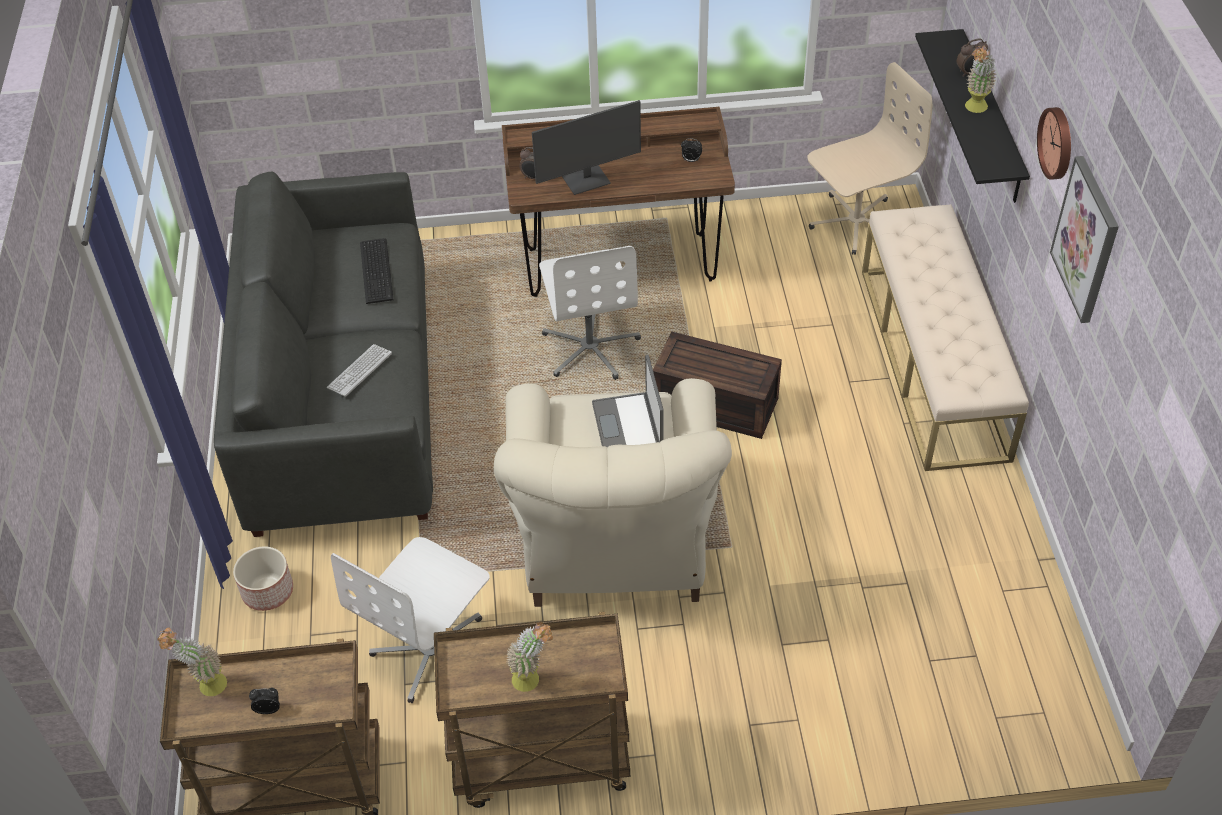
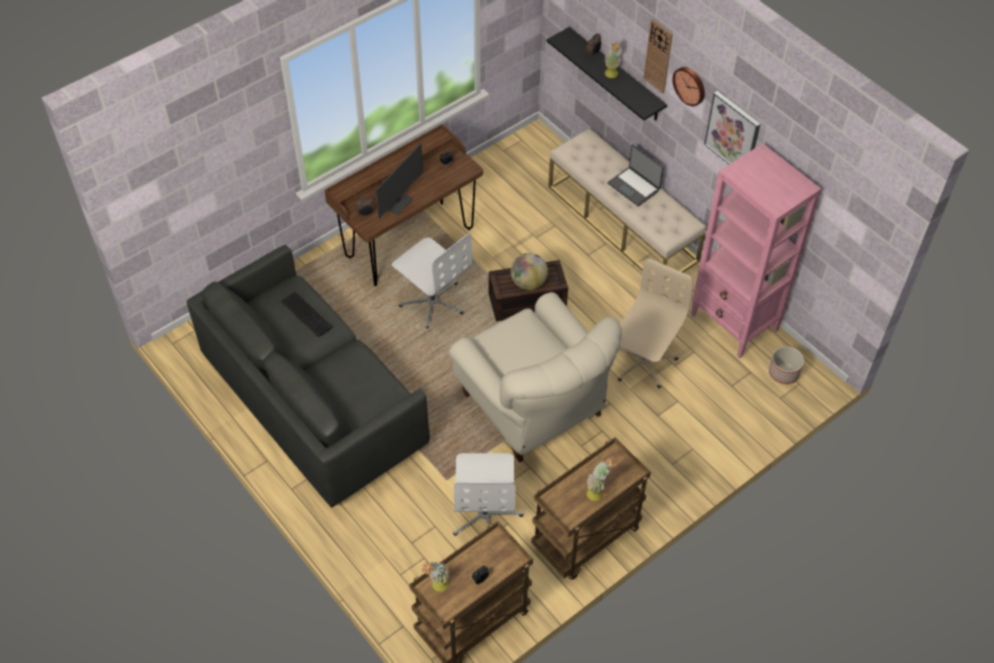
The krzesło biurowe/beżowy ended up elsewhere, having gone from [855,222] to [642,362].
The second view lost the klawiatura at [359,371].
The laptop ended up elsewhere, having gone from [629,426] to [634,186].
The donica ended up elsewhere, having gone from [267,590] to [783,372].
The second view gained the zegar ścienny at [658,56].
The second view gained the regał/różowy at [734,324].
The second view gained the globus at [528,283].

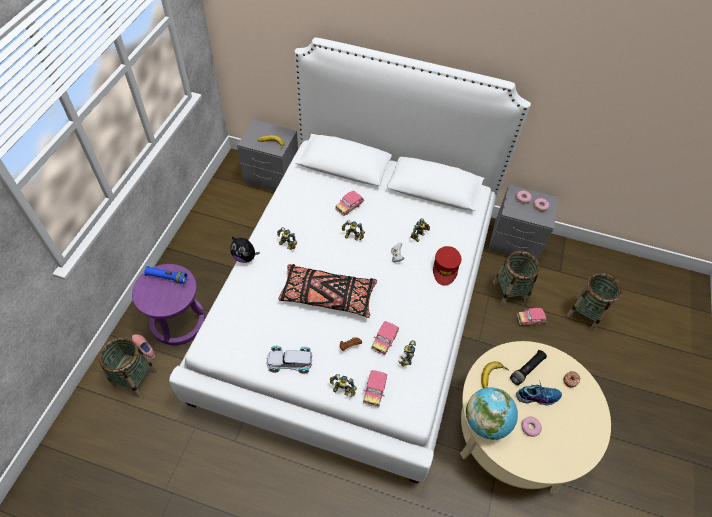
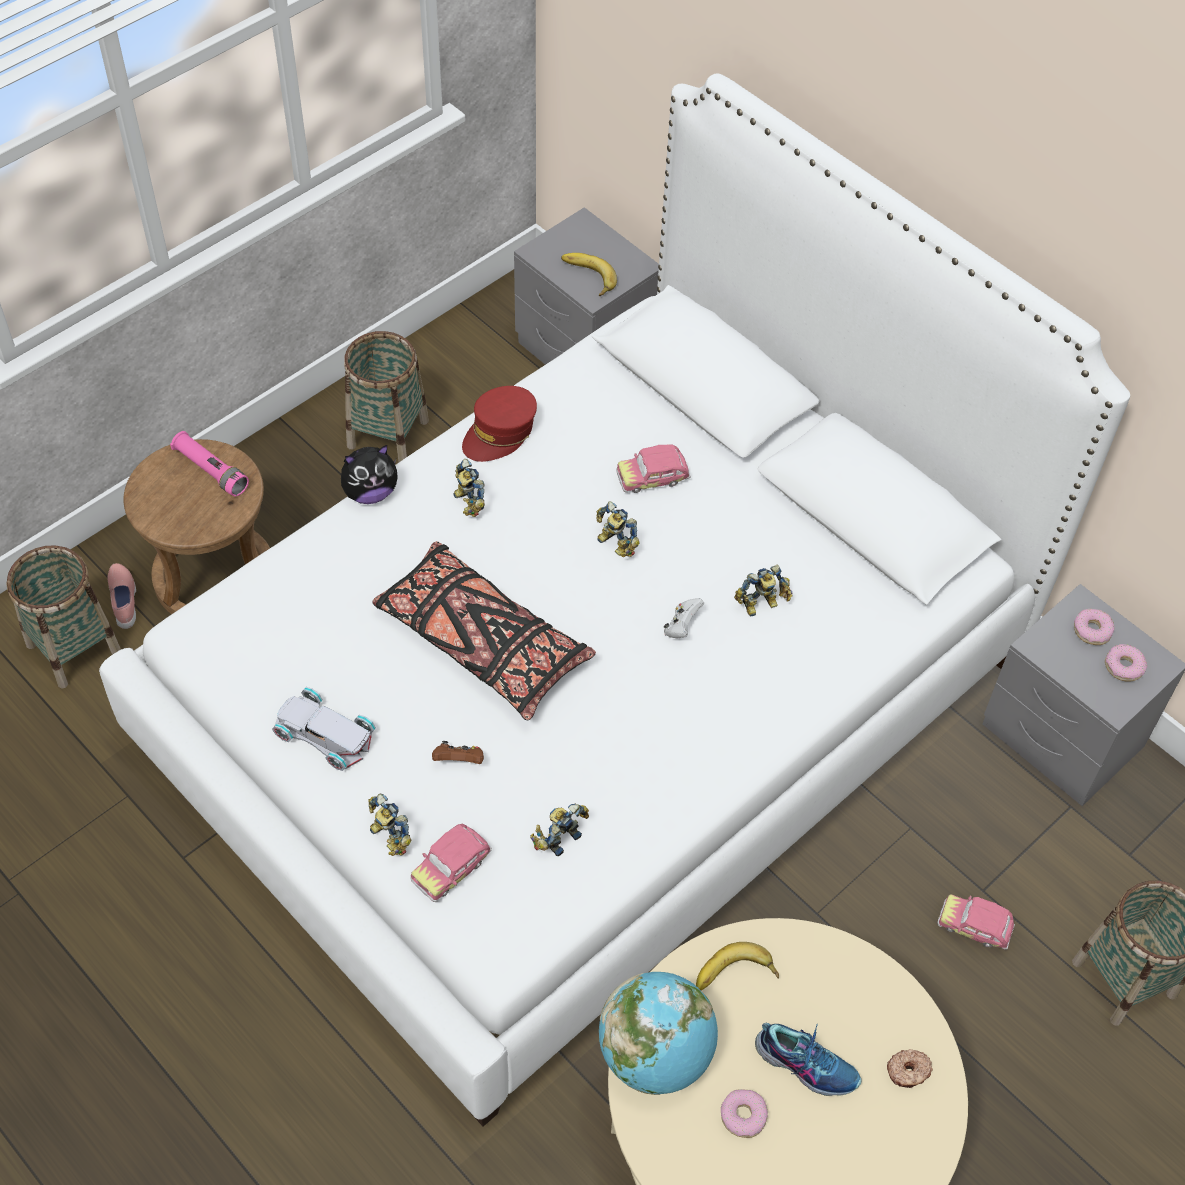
The pluszak at [245,257] ended up facing another way, 75 degrees counterclockwise from before.
The czapka z daszkiem/czerwony ended up elsewhere, having gone from [445,268] to [500,433].
The koszyk ended up elsewhere, having gone from [510,292] to [388,434].
What was the stołek/fioletowy at [178,322] turned into the stołek/brązowy at [214,578].
What was the latarka/niebieski at [167,277] turned into the latarka/różowy at [211,471].
The second view lost the samochodzik at [385,340].
The second view lost the latarka/czarny at [527,369].

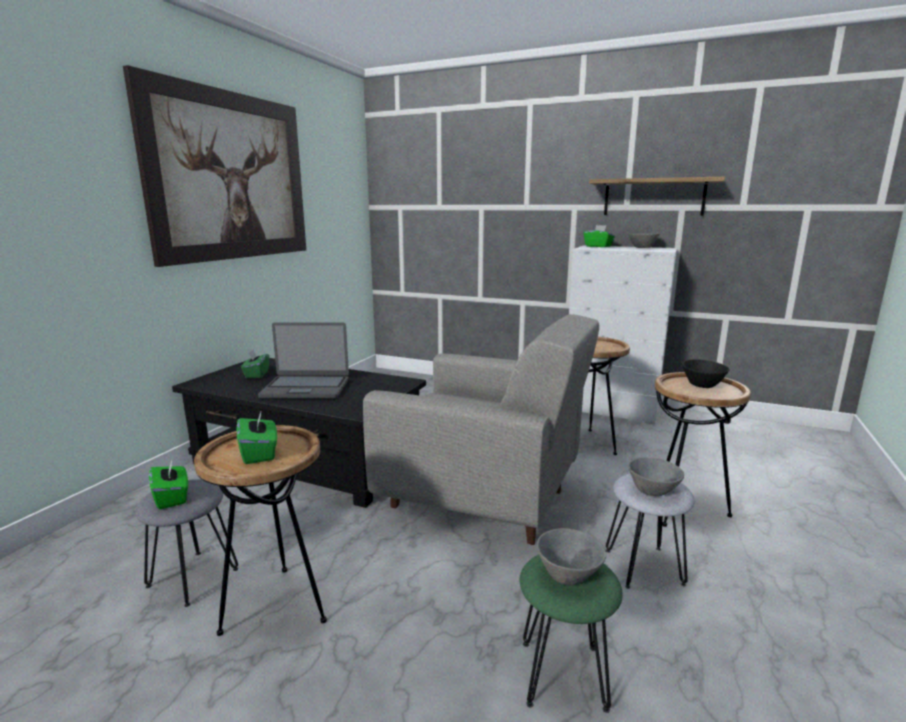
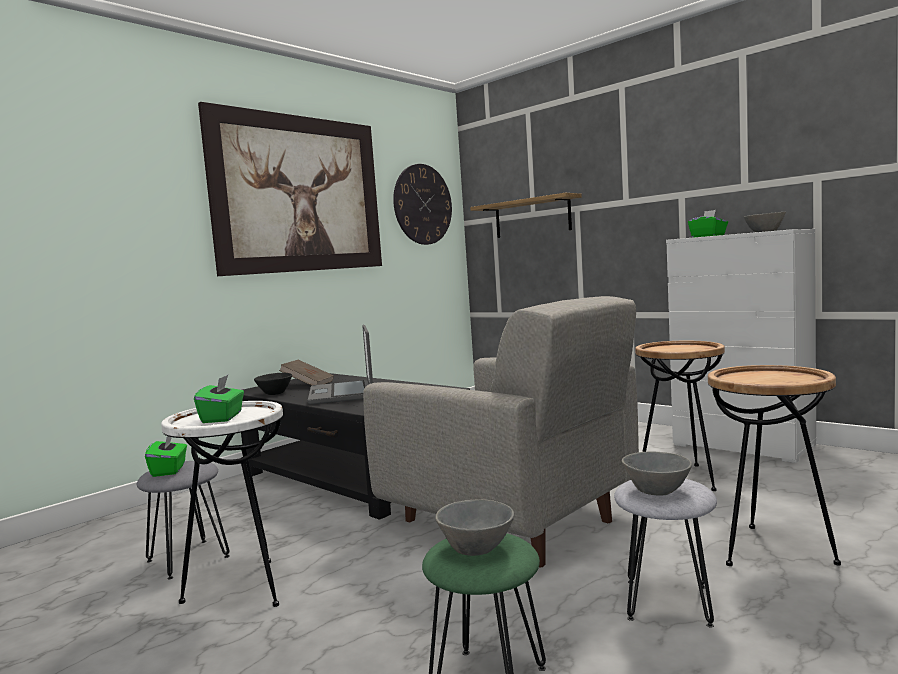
The półka ended up elsewhere, having gone from [653,197] to [532,217].
The laptop at [306,388] ended up facing another way, 60 degrees clockwise from before.
Where the pudełko chusteczek/zielony stood at [256,374], the książka/brązowy came to stand at [308,384].
The miska/czarny ended up elsewhere, having gone from [701,385] to [273,393].
What was the stolik/brązowy at [277,606] turned into the stolik/biały at [243,588].
The second view gained the zegar ścienny at [423,204].

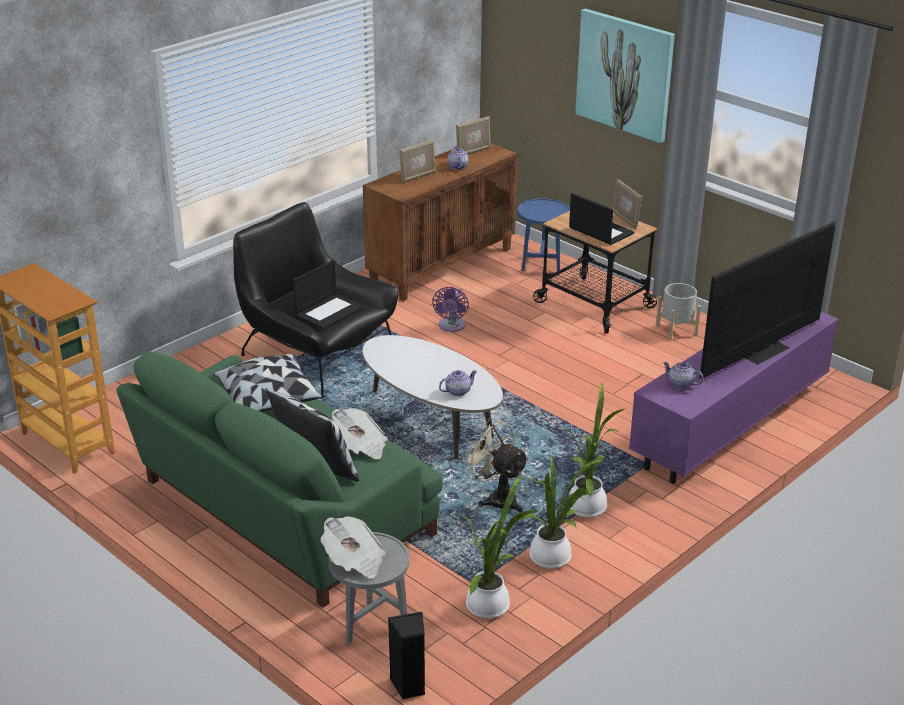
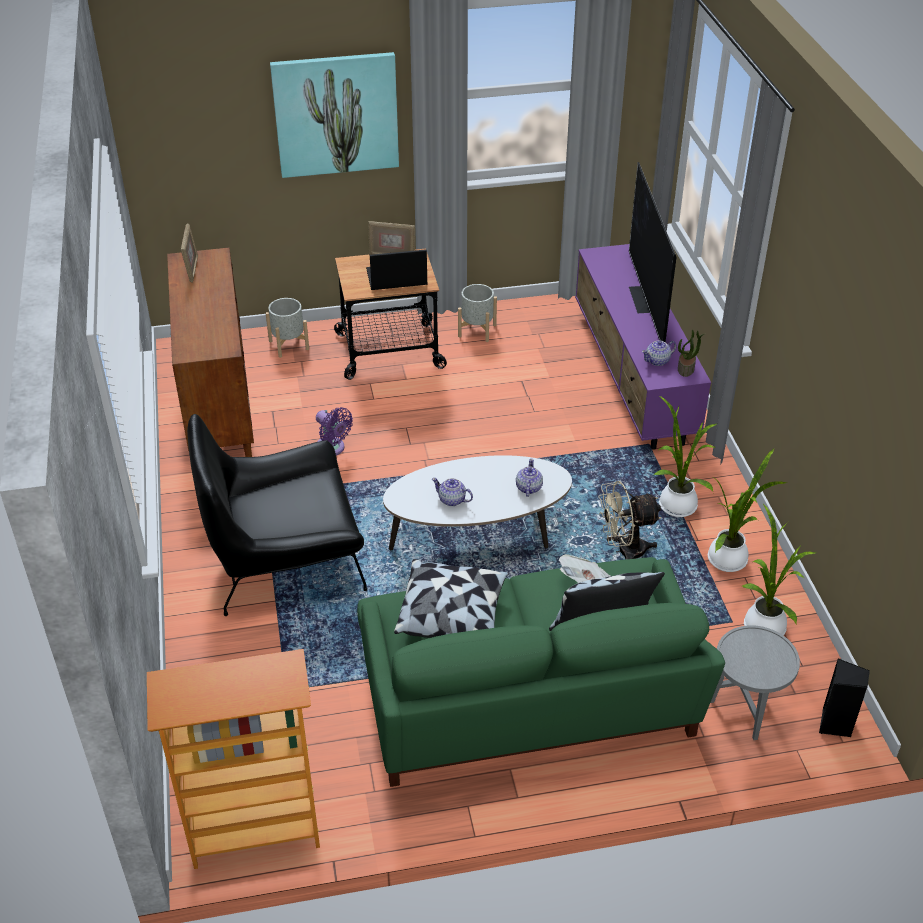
The second view lost the ramka na zdjęcie at [417,177].
The imbryk ended up elsewhere, having gone from [457,167] to [452,500].
Where the stolik/niebieski stood at [541,264], the donica/szary came to stand at [288,345].
The second view lost the laptop at [329,311].
The second view lost the gazeta at [354,560].
The second view gained the roślina doniczkowa at [686,369].

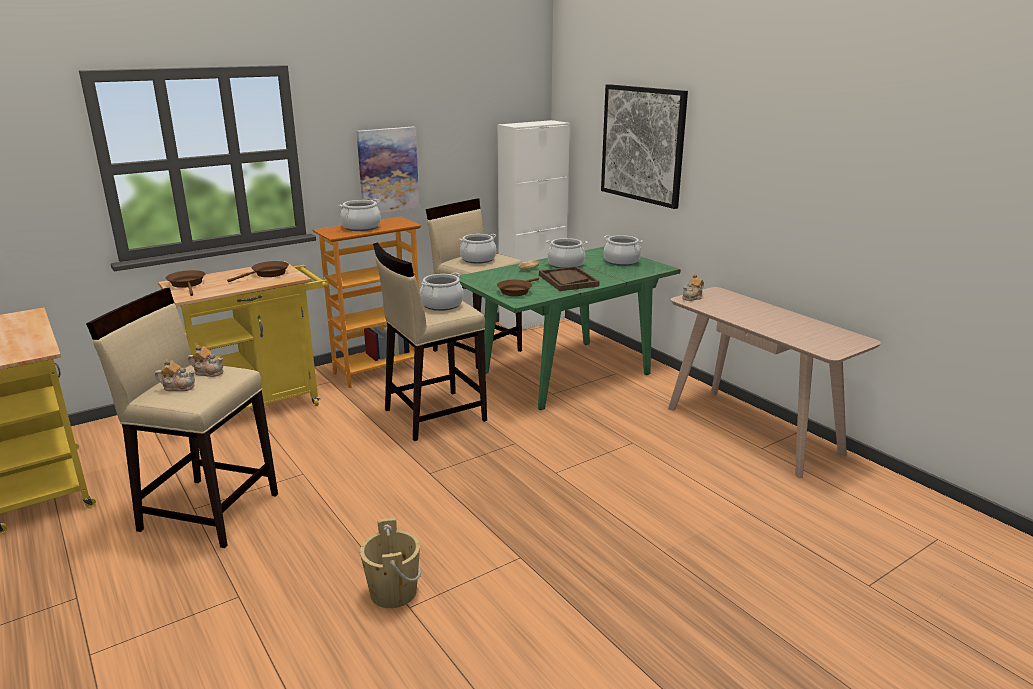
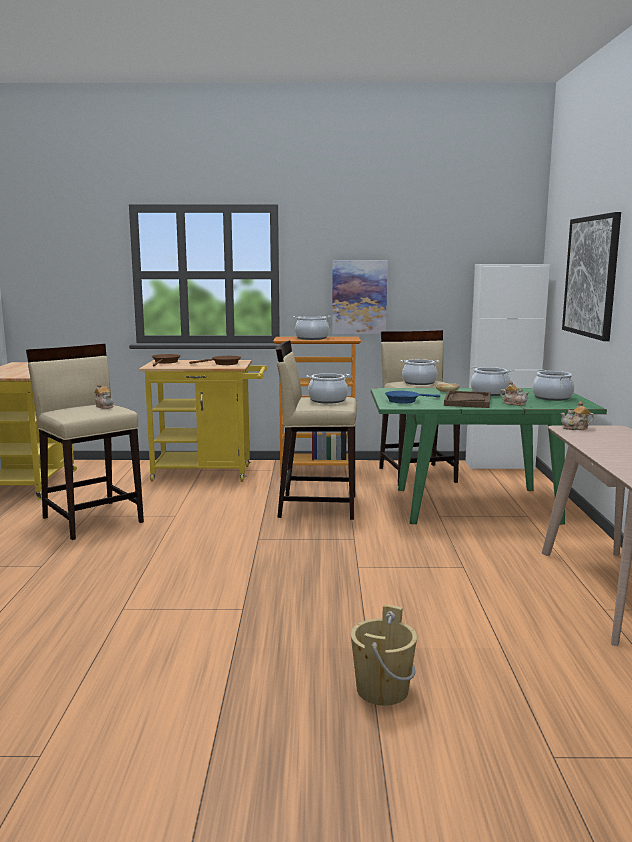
What was the patelnia/brązowy at [516,291] turned into the patelnia/niebieski at [405,400].
The imbryk ended up elsewhere, having gone from [178,387] to [514,404].
The wiadro/beżowy ended up elsewhere, having gone from [393,592] to [382,690].

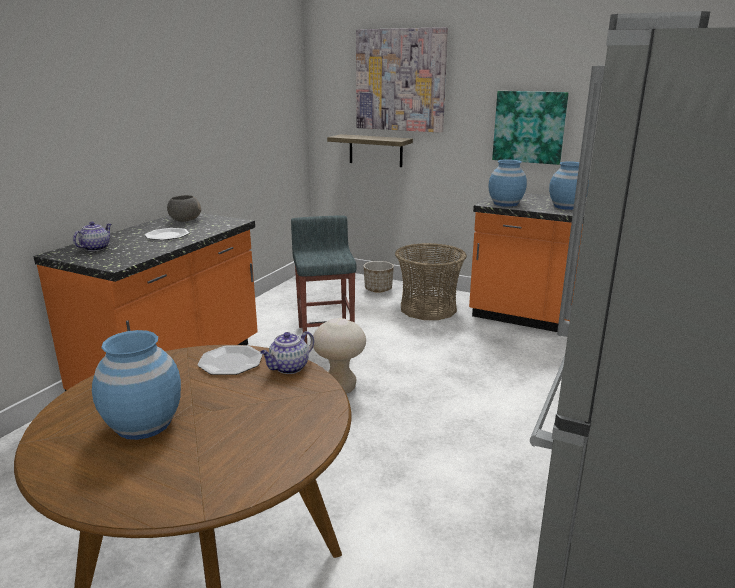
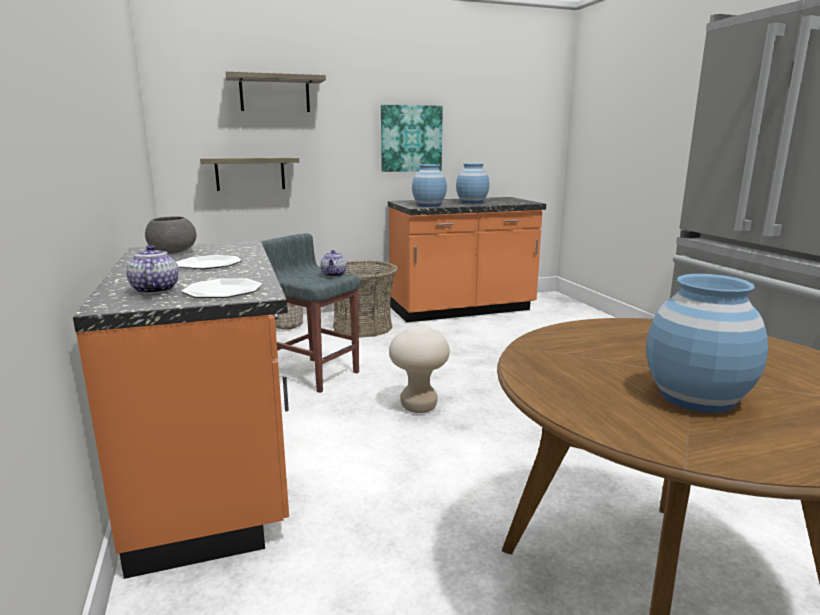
Where the obraz hung at [400,80], the półka came to hang at [274,94].
The imbryk ended up elsewhere, having gone from [288,368] to [334,275].
The talerz ended up elsewhere, having gone from [230,362] to [223,291].

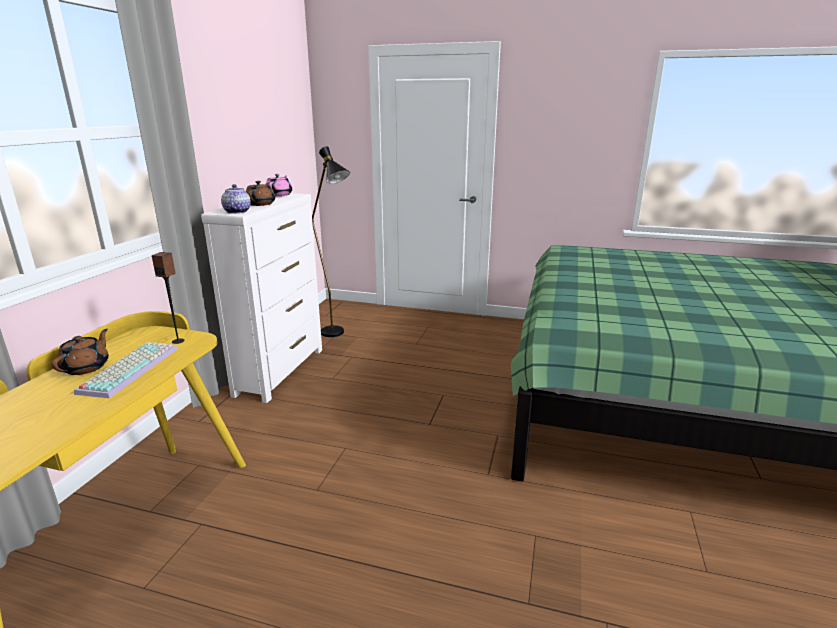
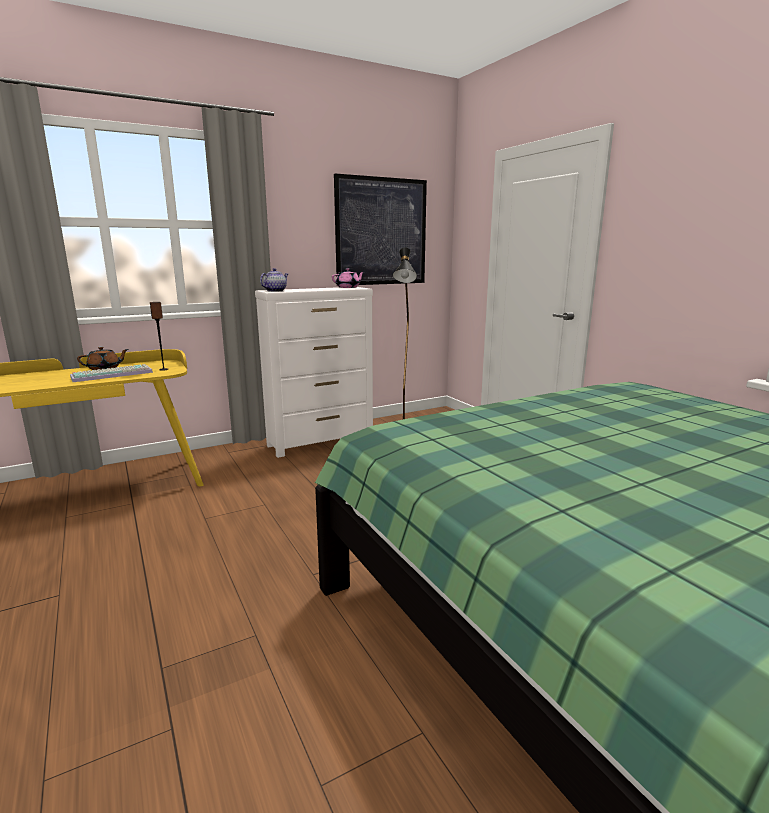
The second view lost the imbryk/brązowy at [261,204].
The second view gained the obraz at [381,232].

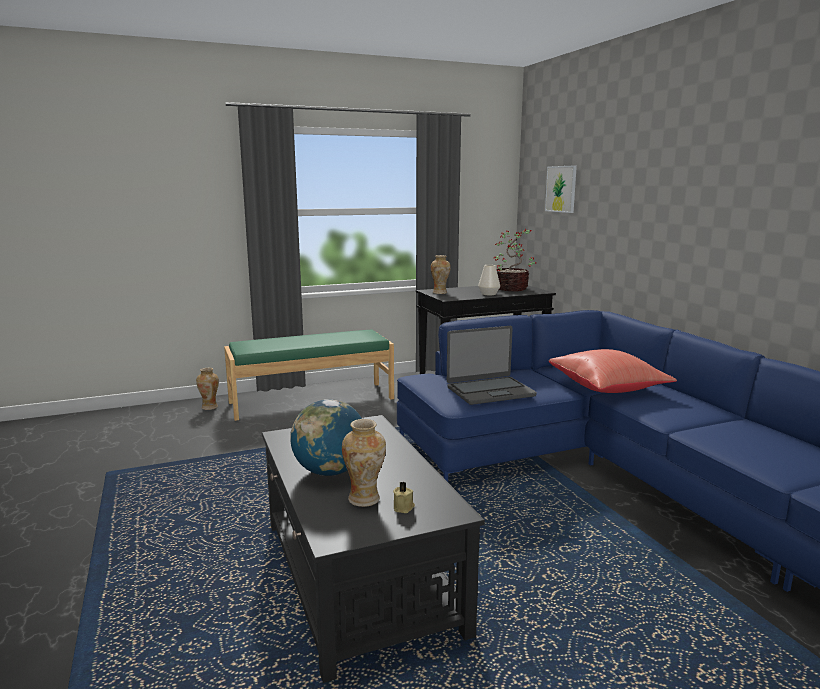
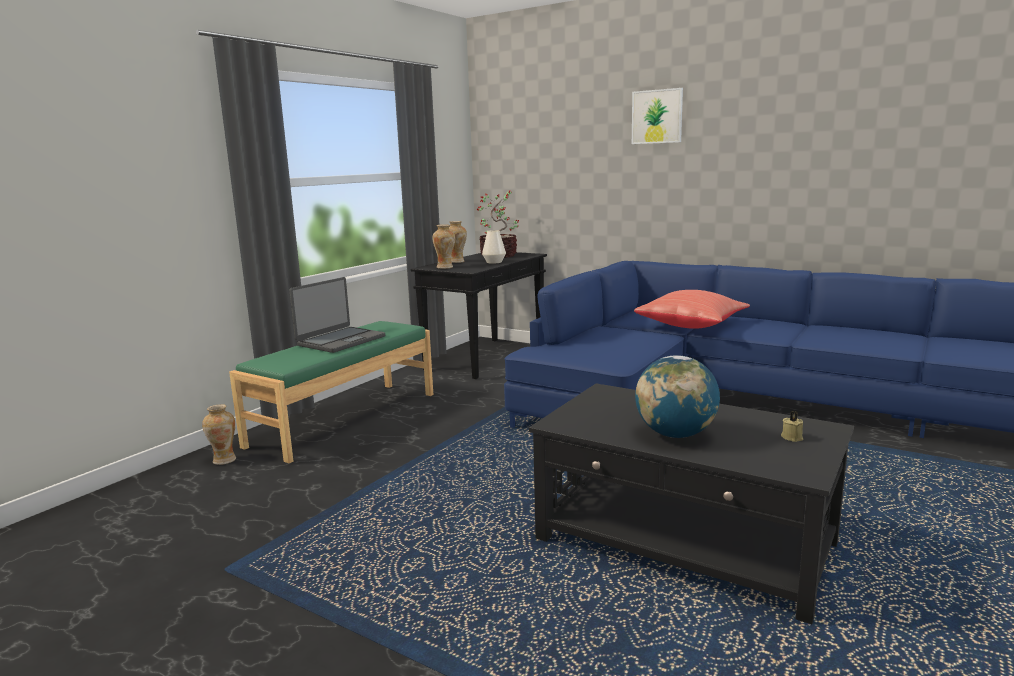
The obraz ended up elsewhere, having gone from [561,189] to [657,116].
The laptop ended up elsewhere, having gone from [490,391] to [340,341].
The wazon ended up elsewhere, having gone from [365,499] to [457,262].

